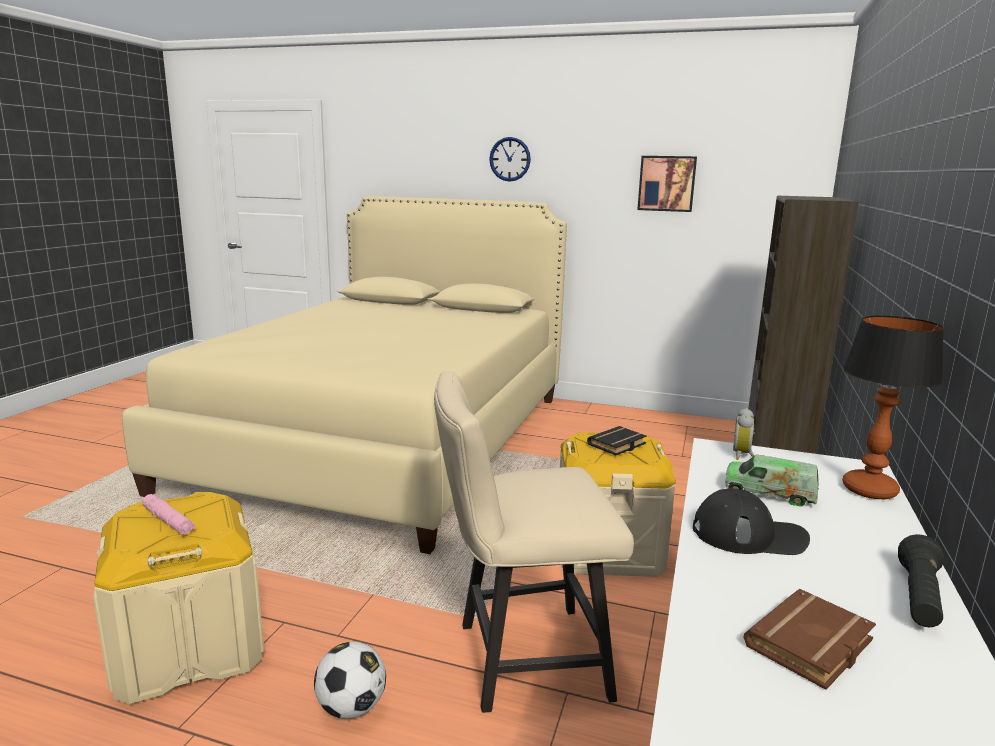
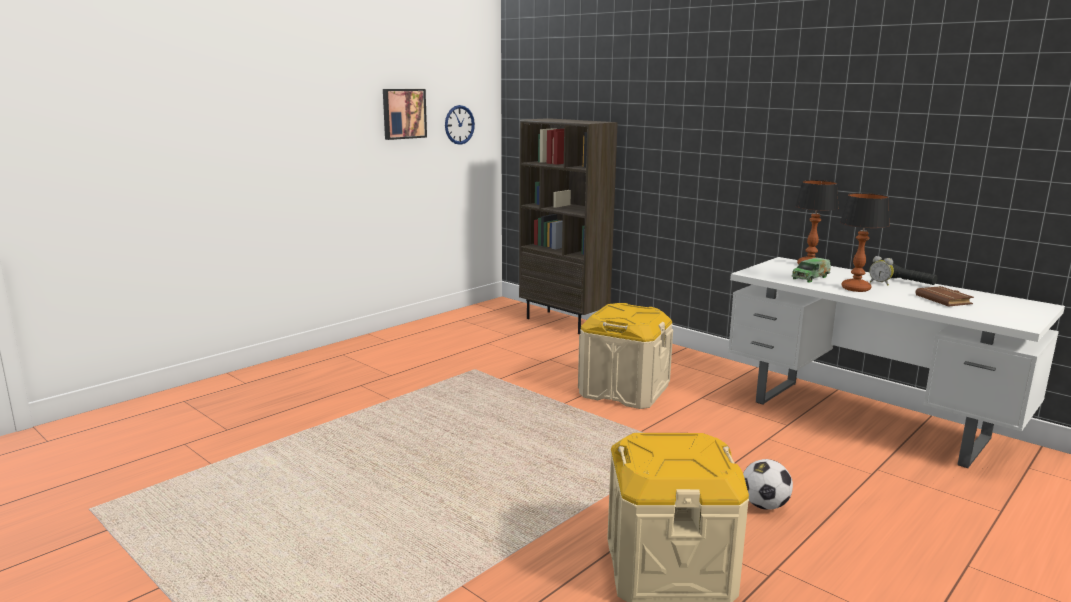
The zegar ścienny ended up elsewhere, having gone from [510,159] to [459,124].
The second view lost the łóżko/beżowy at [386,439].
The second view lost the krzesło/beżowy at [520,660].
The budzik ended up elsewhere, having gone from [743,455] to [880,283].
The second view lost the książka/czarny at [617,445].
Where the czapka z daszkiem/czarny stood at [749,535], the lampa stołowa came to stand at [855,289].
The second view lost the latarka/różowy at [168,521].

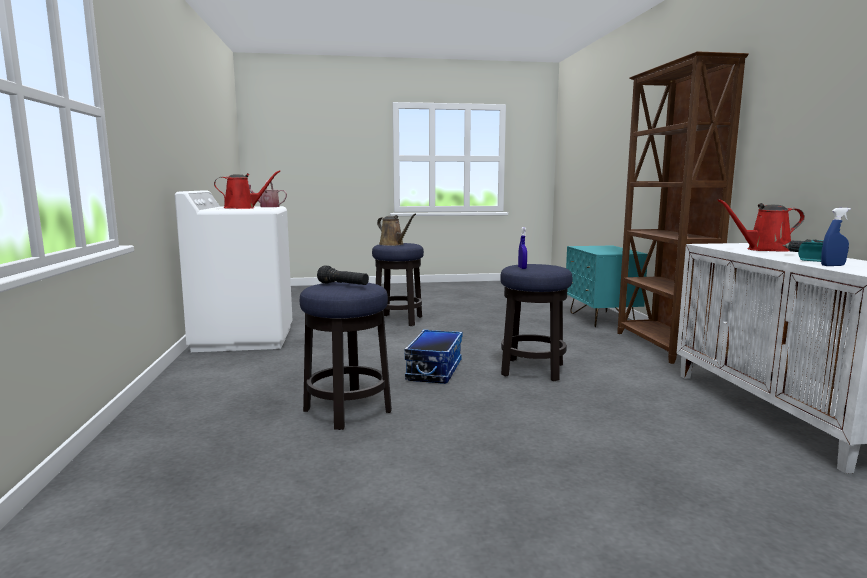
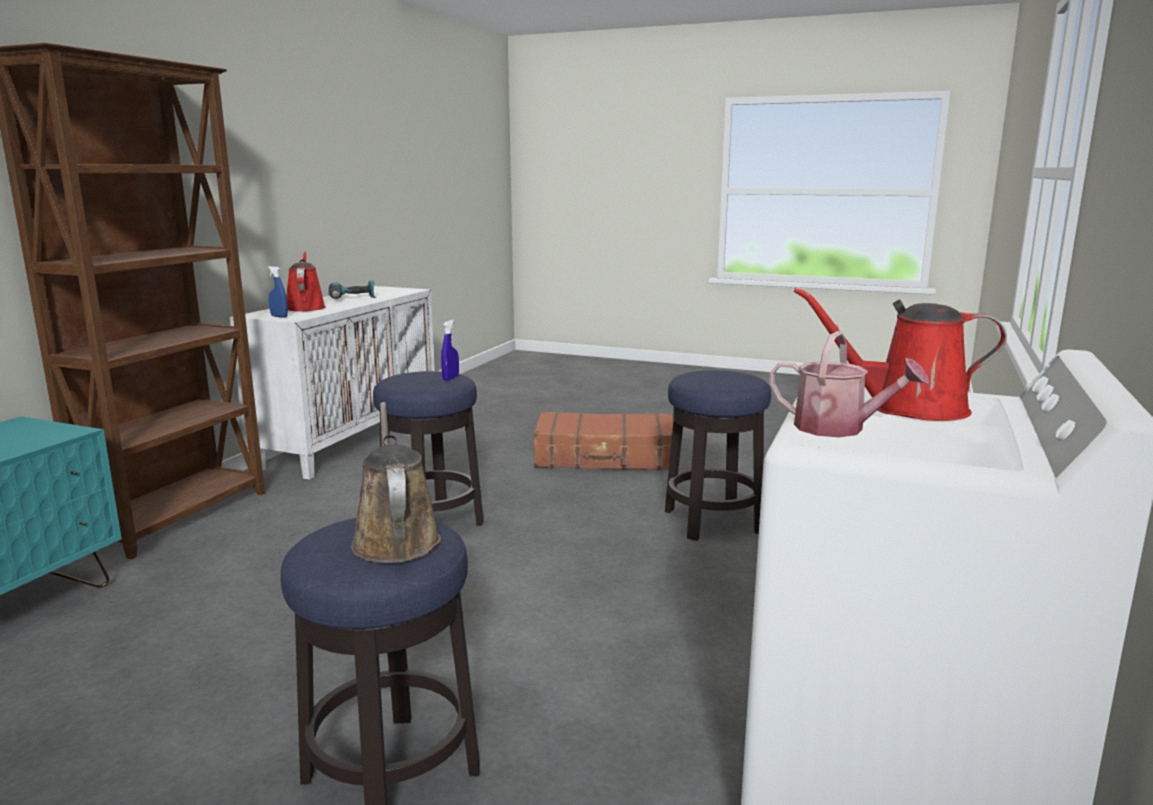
The konewka/czerwony at [764,249] ended up facing another way, 135 degrees counterclockwise from before.
The spryskiwacz/niebieski ended up elsewhere, having gone from [832,265] to [279,316].
The second view lost the latarka/czarny at [343,285].
The second view lost the pojemnik do przechowywania at [434,370].
The second view gained the walizka/brązowy at [605,457].

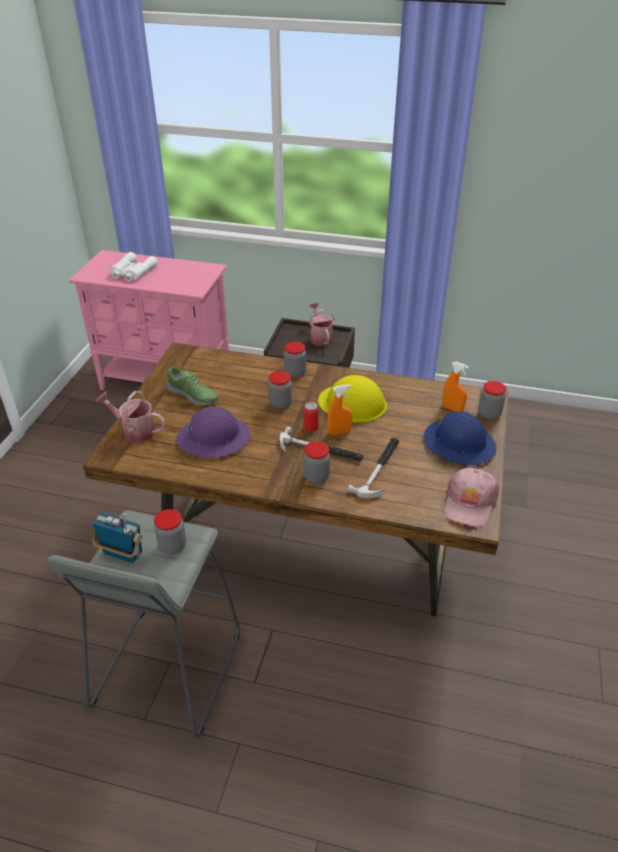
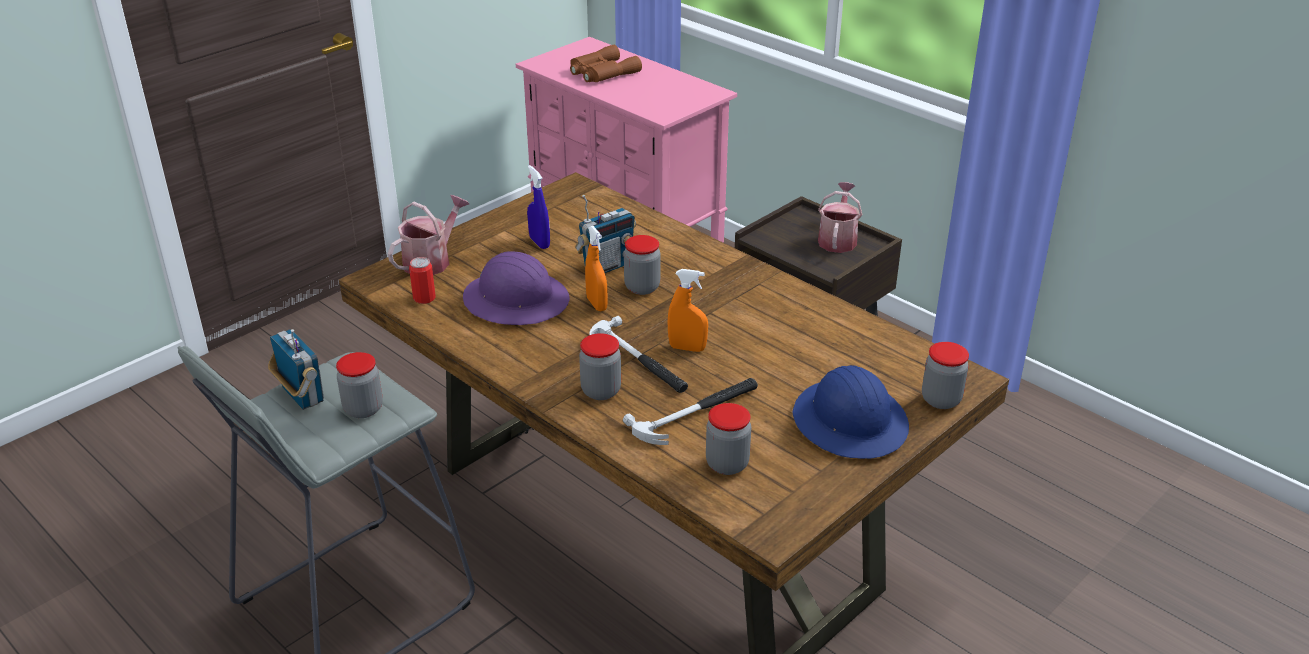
What was the lornetka/biały at [132,272] turned into the lornetka/brązowy at [601,72].
The słoik ended up elsewhere, having gone from [295,373] to [727,464].
The spryskiwacz/pomarańczowy ended up elsewhere, having gone from [452,409] to [596,304].
Where the but stood at [193,395], the spryskiwacz/niebieski came to stand at [539,242].
The second view lost the kask/żółty at [352,403].
The konewka at [135,430] ended up facing another way, 75 degrees clockwise from before.
The puszka ended up elsewhere, having gone from [310,427] to [424,298].
The second view lost the czapka z daszkiem/różowy at [469,502].
The second view gained the radio at [607,266].

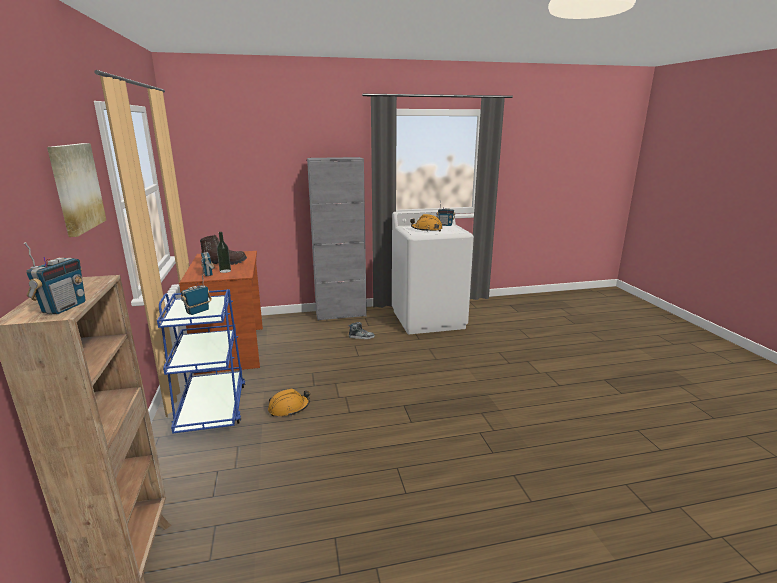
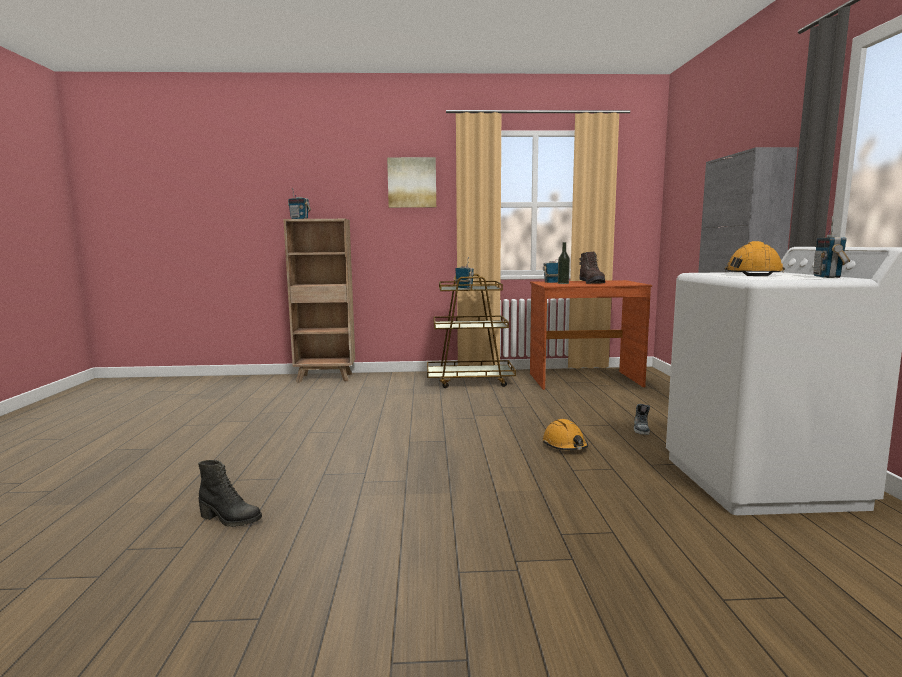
What was the wózek/niebieski at [212,409] turned into the wózek/brązowy at [470,381].
The kask/pomarańczowy ended up elsewhere, having gone from [289,408] to [565,445].
The second view gained the but z cholewką/czarny at [230,519].

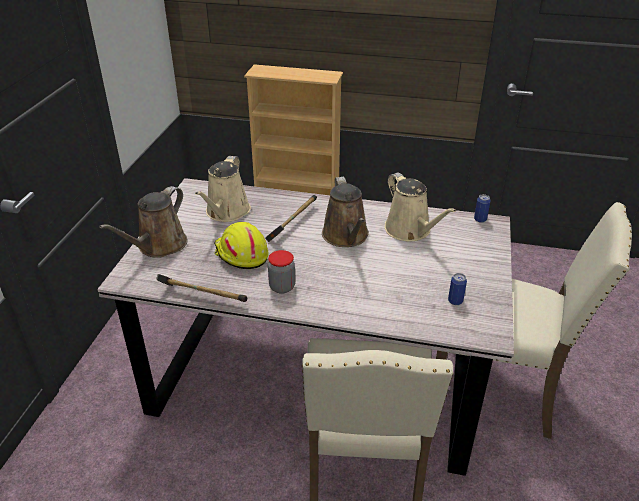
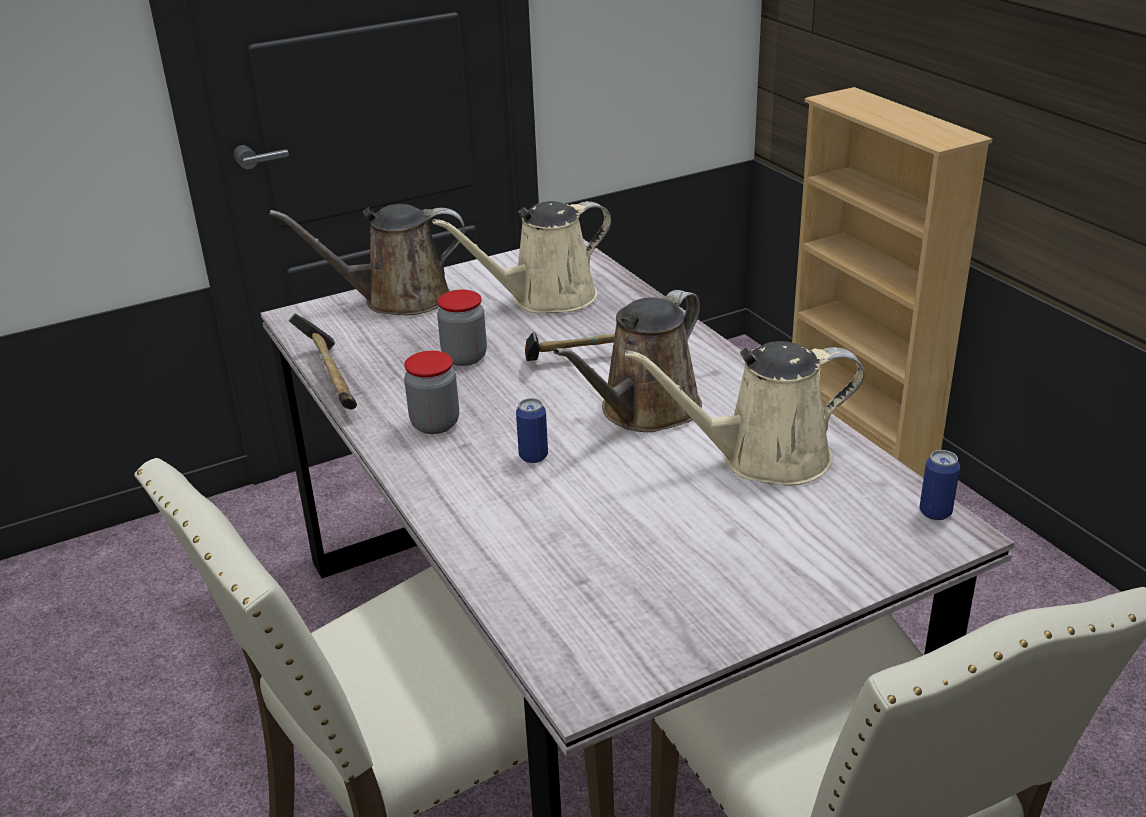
The konewka/beżowy at [410,230] ended up facing another way, 60 degrees clockwise from before.
Where the kask/żółty stood at [240,254], the słoik came to stand at [464,357].
The puszka ended up elsewhere, having gone from [455,301] to [533,456].

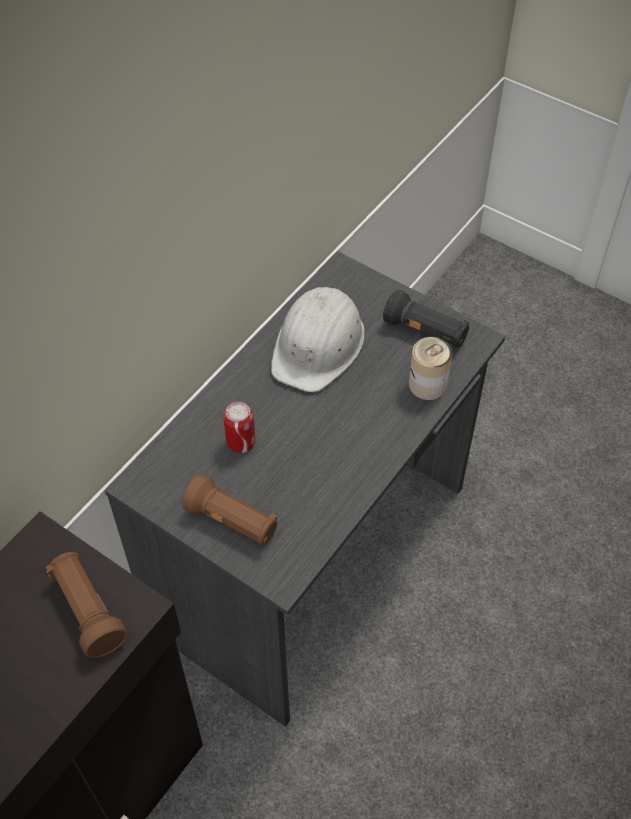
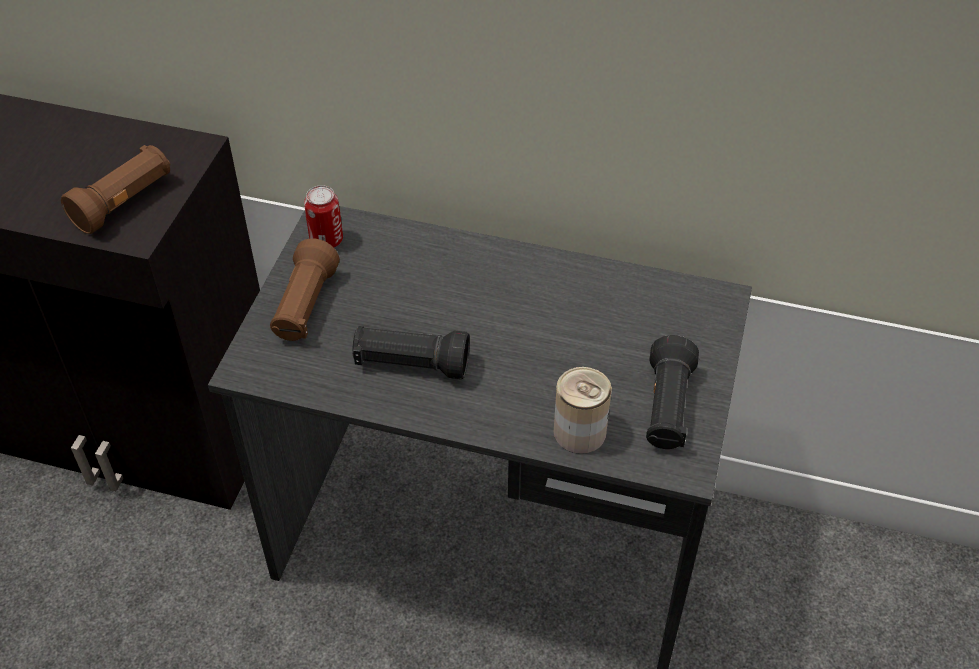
The second view lost the kask/biały at [318,345].
The puszka ended up elsewhere, having gone from [241,442] to [326,240].
The second view gained the latarka/czarny at [411,364].

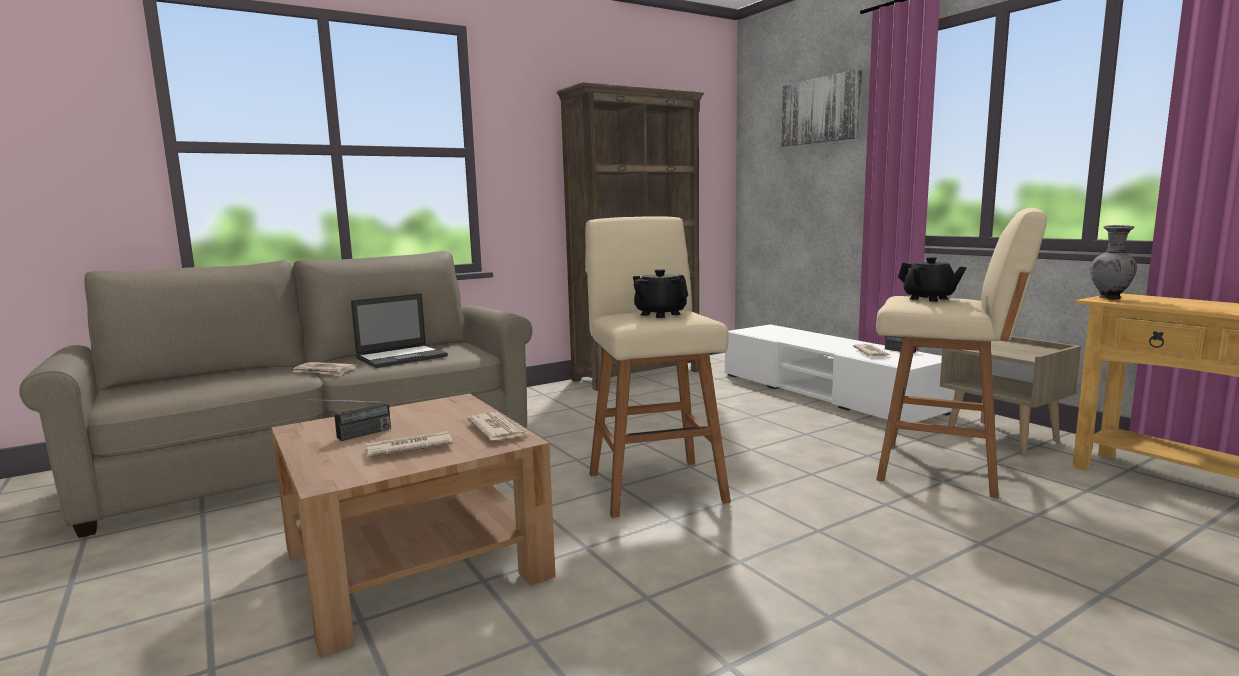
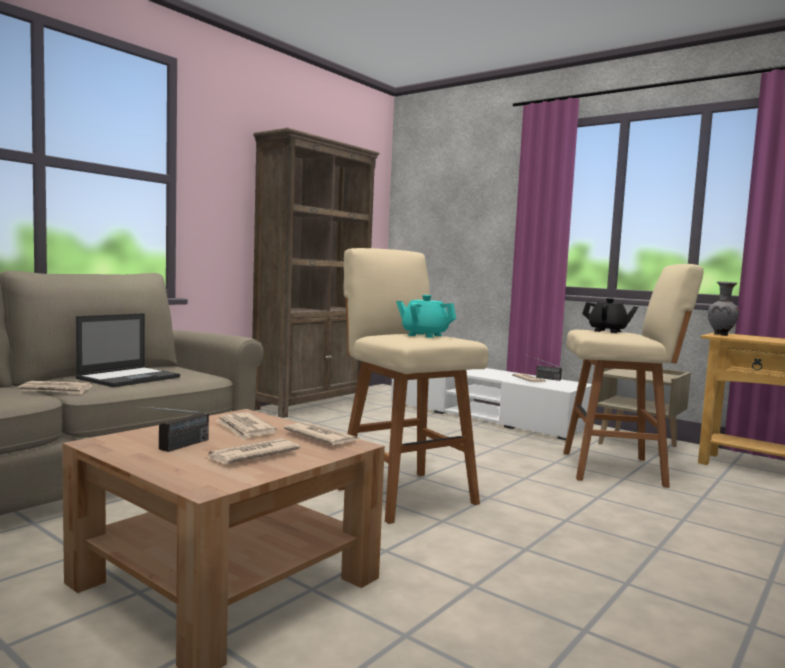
The second view lost the obraz at [821,110].
What was the imbryk/czarny at [660,314] turned into the imbryk/turkusowy at [424,335].
The second view gained the gazeta at [245,429].

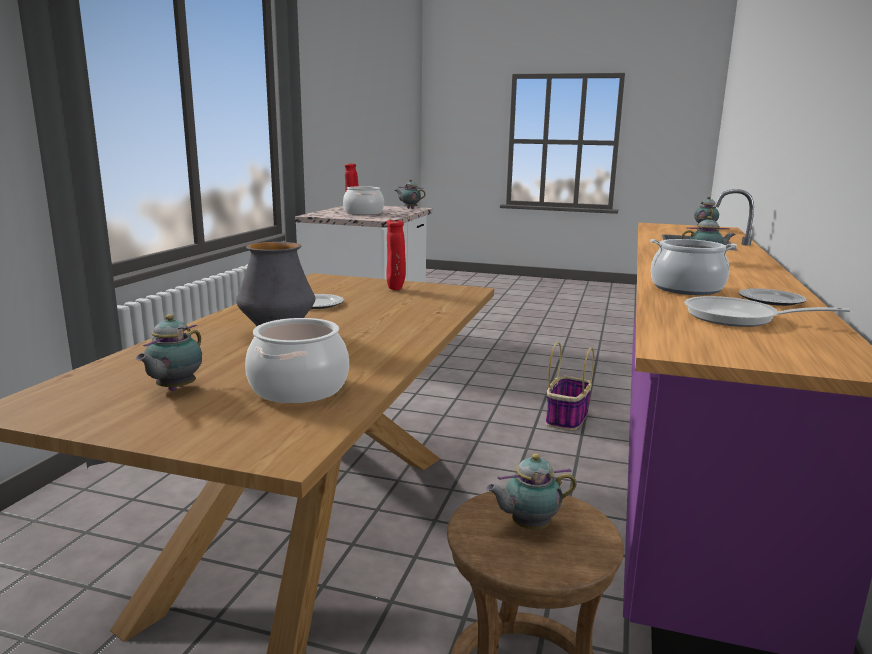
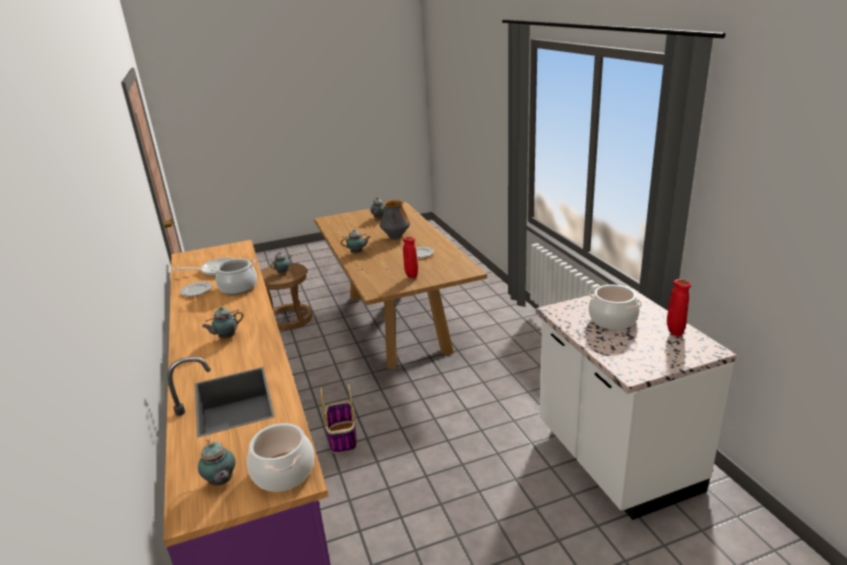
The imbryk ended up elsewhere, having gone from [409,208] to [357,253].
The garnek ended up elsewhere, having gone from [299,388] to [283,472].

